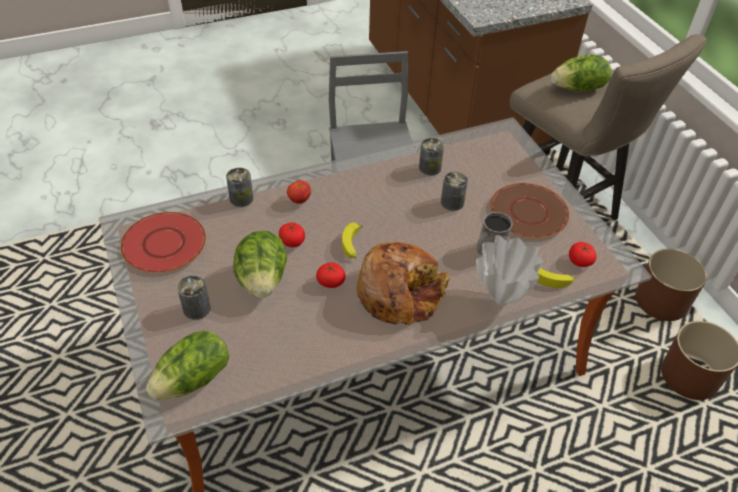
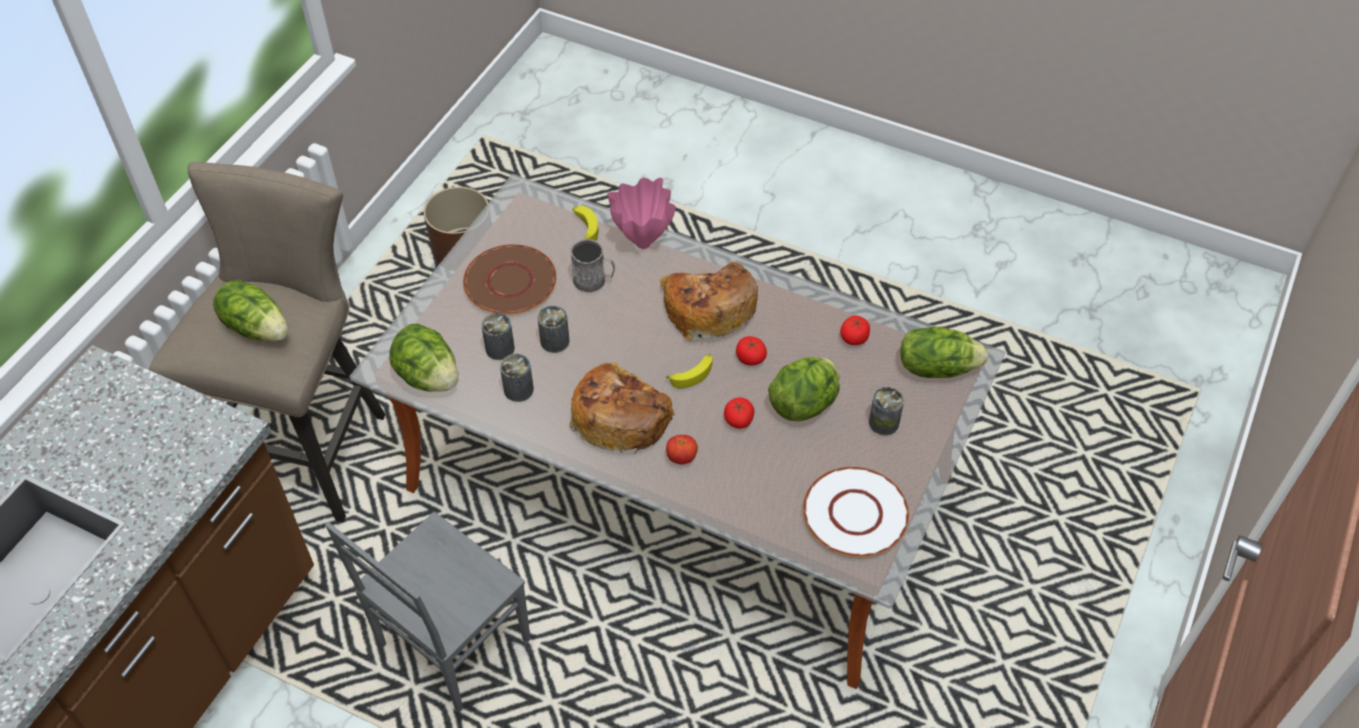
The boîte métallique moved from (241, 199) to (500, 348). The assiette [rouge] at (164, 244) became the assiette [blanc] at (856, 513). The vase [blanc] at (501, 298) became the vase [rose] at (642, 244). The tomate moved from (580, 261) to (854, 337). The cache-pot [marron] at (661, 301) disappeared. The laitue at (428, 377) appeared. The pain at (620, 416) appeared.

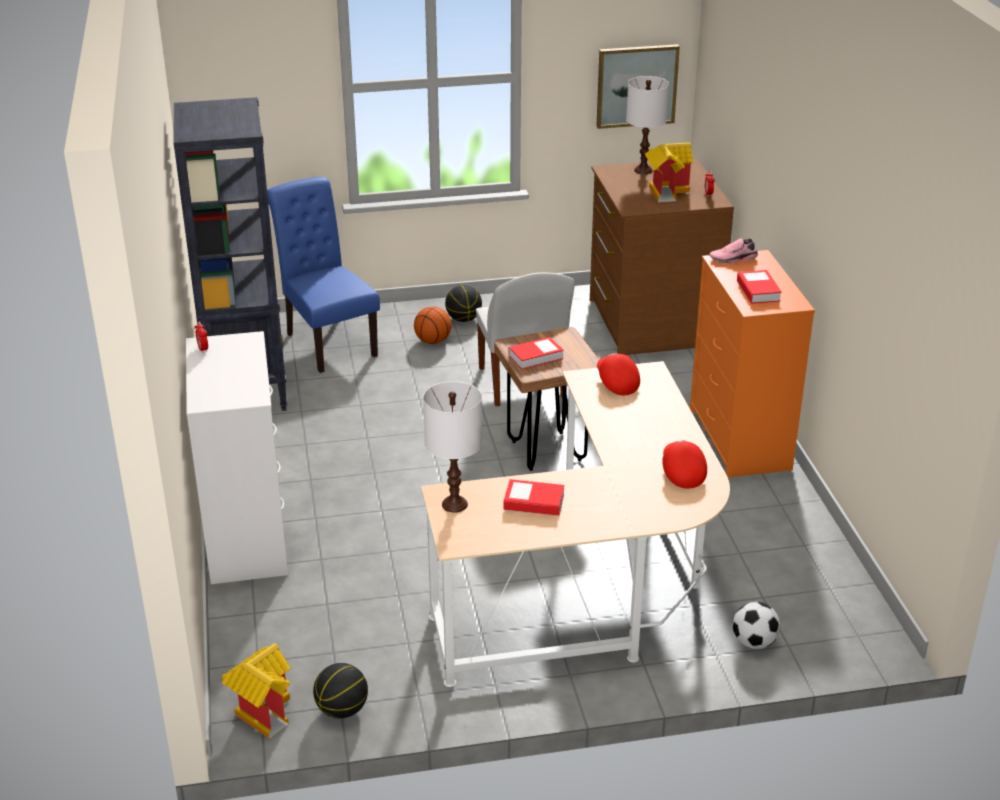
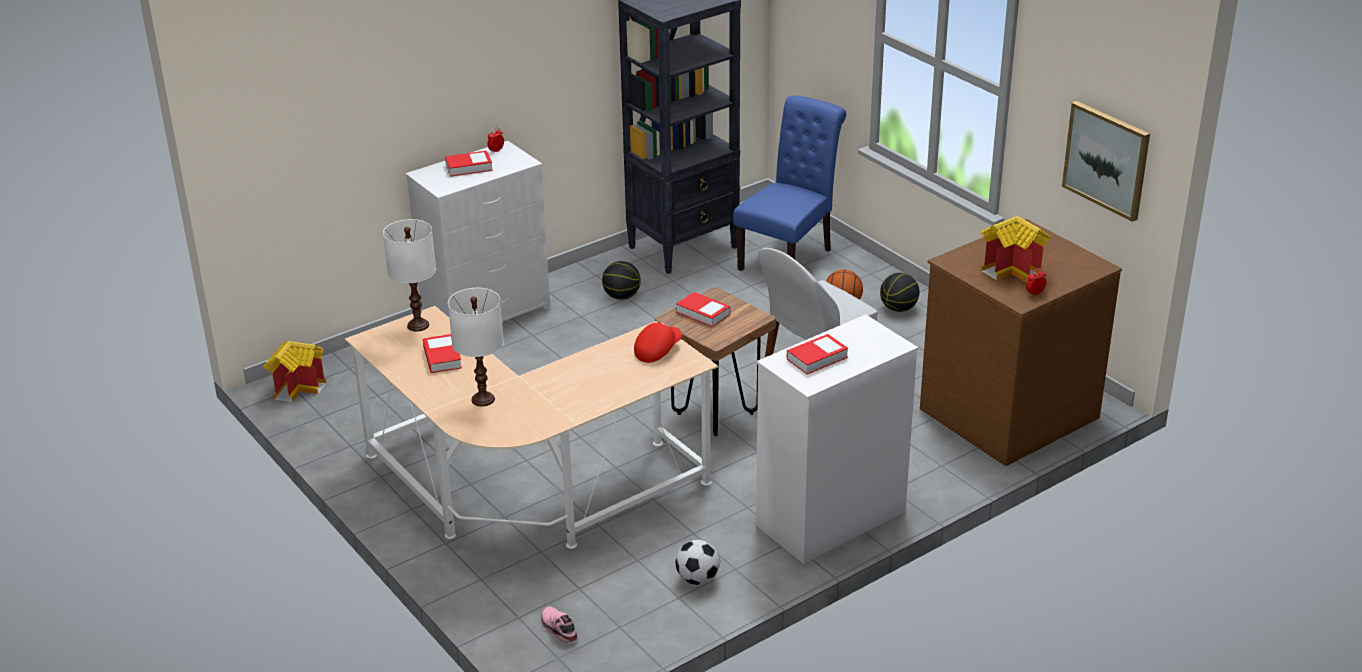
The lampe de table [blanc] moved from (643, 170) to (482, 399). The chaussure [rose] moved from (733, 259) to (558, 629). The commode [orange] at (740, 440) became the commode [blanc] at (830, 519). The casquette [rouge] at (681, 472) disappeared. The ballon de foot moved from (754, 643) to (698, 579). The ballon de basket moved from (341, 710) to (621, 296). The livre at (469, 167) appeared.

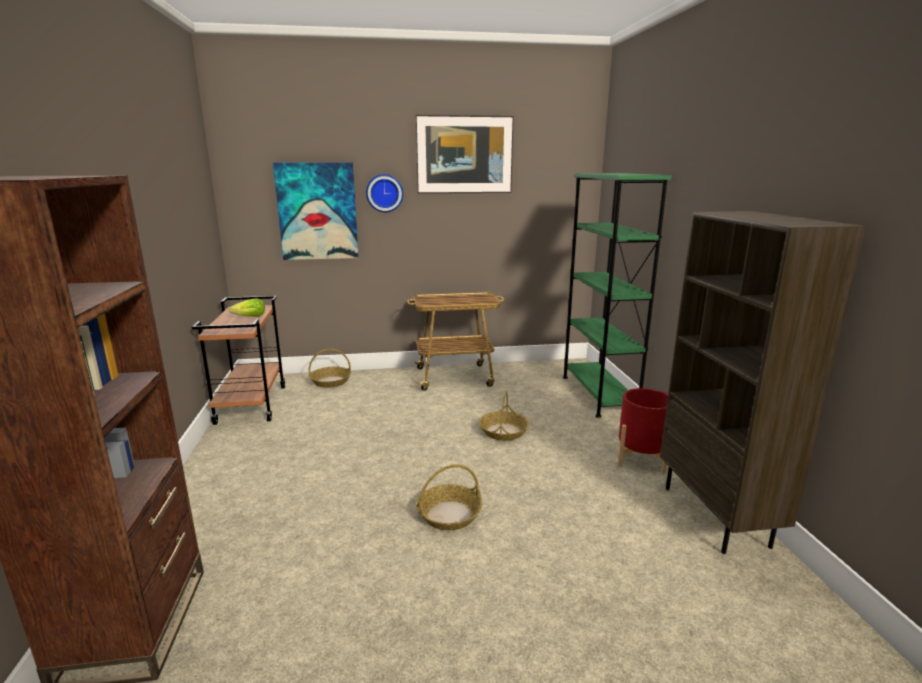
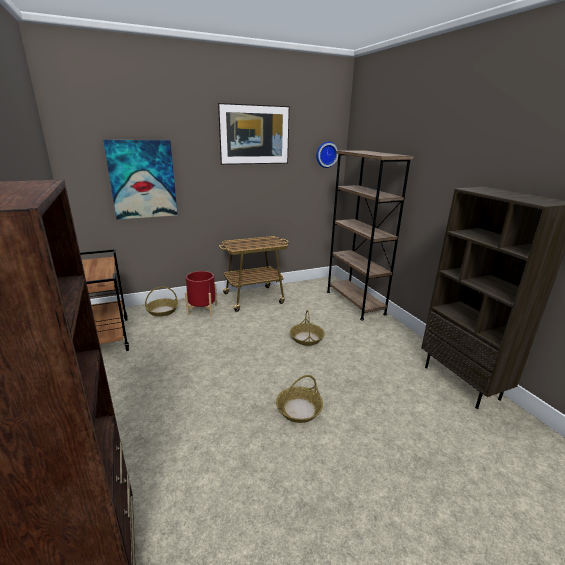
The bibliothèque [vert] at (598, 394) became the bibliothèque [marron] at (355, 302). The horloge murale moved from (384, 193) to (326, 154). The laitue at (250, 317) disappeared. The cache-pot [rouge] moved from (641, 458) to (202, 310).

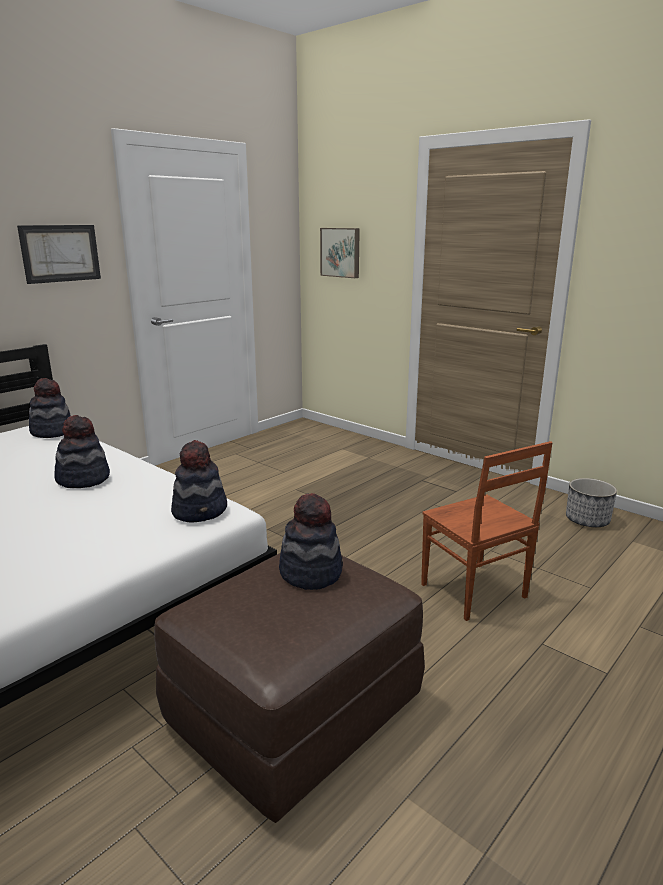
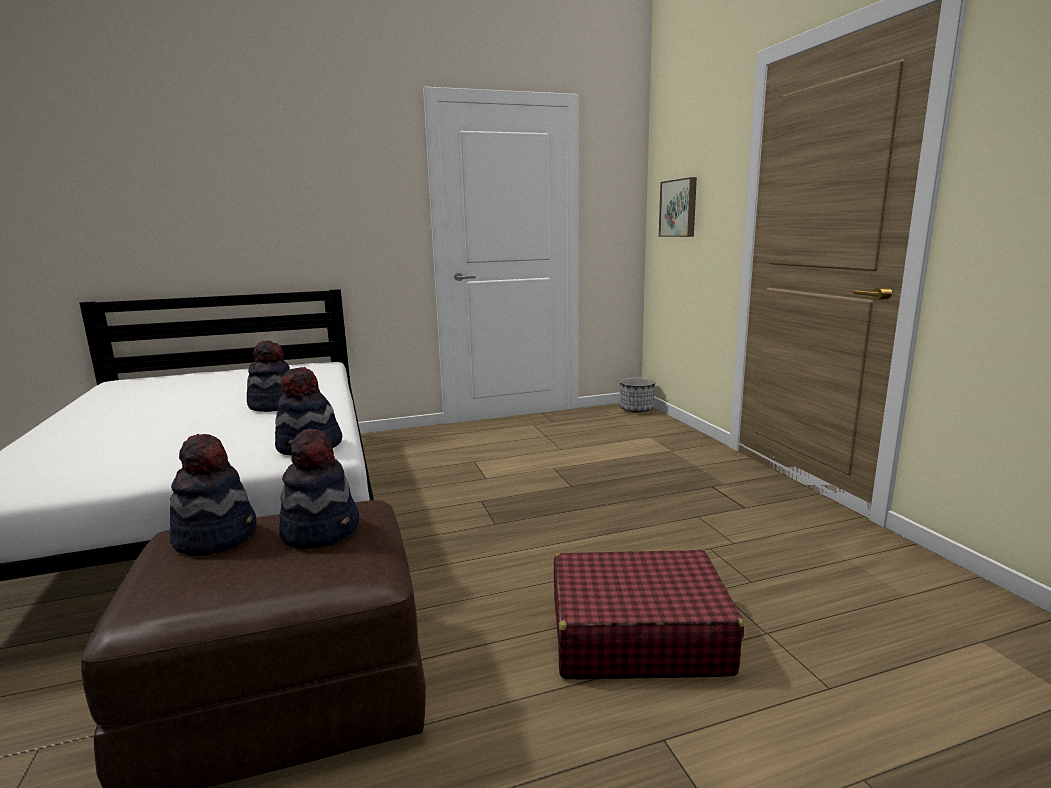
The tableau at (60, 253) disappeared. The chapeau moved from (52, 431) to (216, 536). The chaise [marron] at (473, 592) was replaced by the valise [rouge] at (636, 635). The cache-pot moved from (587, 520) to (636, 409).

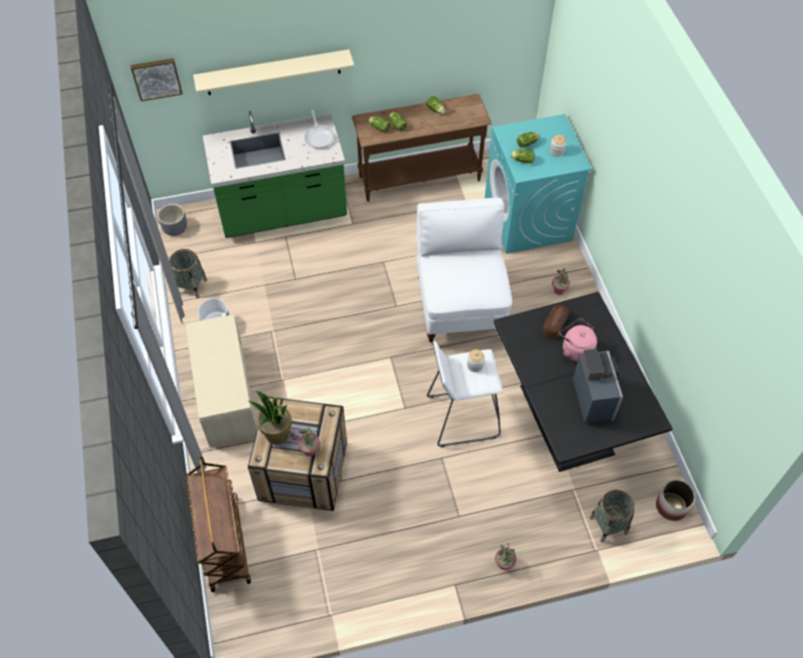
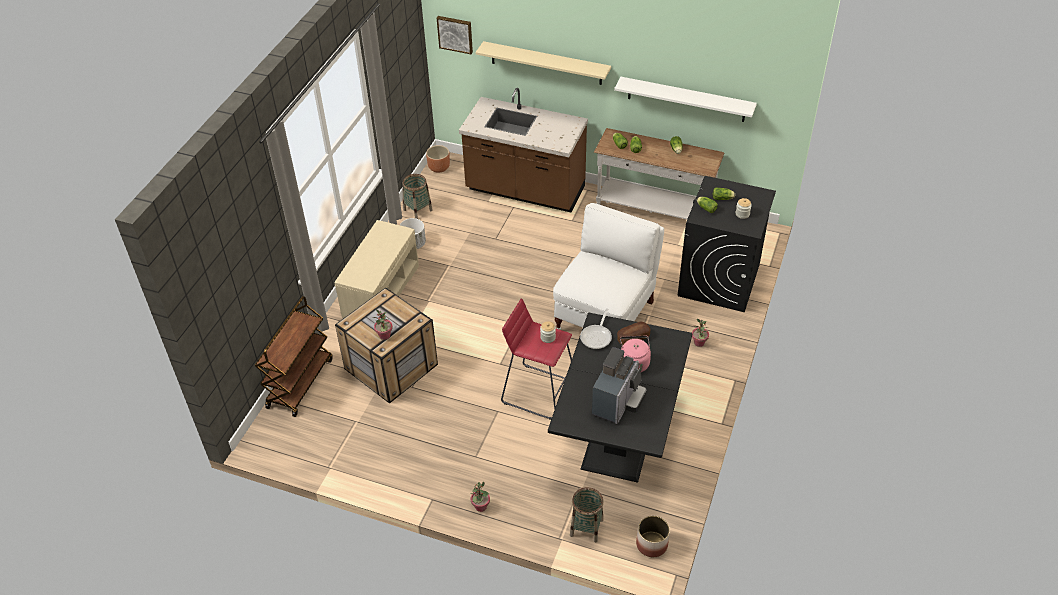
The table console [marron] at (420, 179) became the table console [blanc] at (653, 212). The poêle moved from (319, 137) to (597, 336). The comptoir de cuisine [vert] at (283, 213) became the comptoir de cuisine [marron] at (525, 191). The lave-linge [turquoise] at (528, 220) became the lave-linge [noir] at (719, 280). The cache-pot [gris] at (175, 229) became the cache-pot [marron] at (439, 168). The tabouret [blanc] at (462, 416) became the tabouret [rouge] at (538, 391). The plante en pot at (277, 434) disappeared. The étagère [blanc] at (686, 99) appeared.

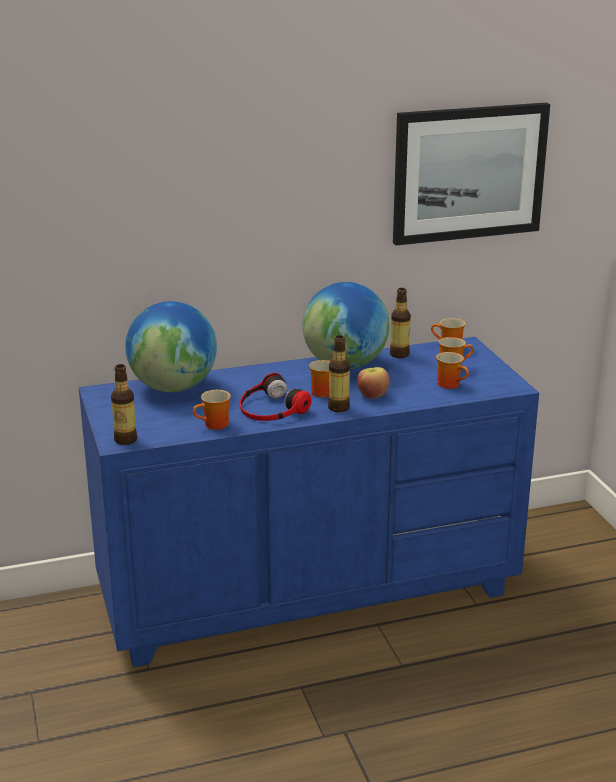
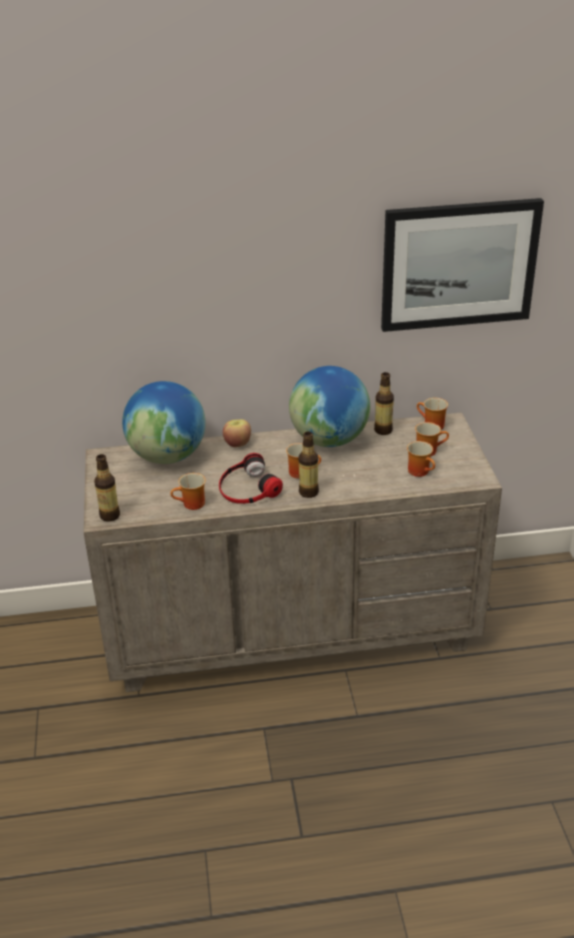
The commode [bleu] at (307, 593) became the commode [beige] at (291, 630). The pomme moved from (372, 395) to (237, 443).

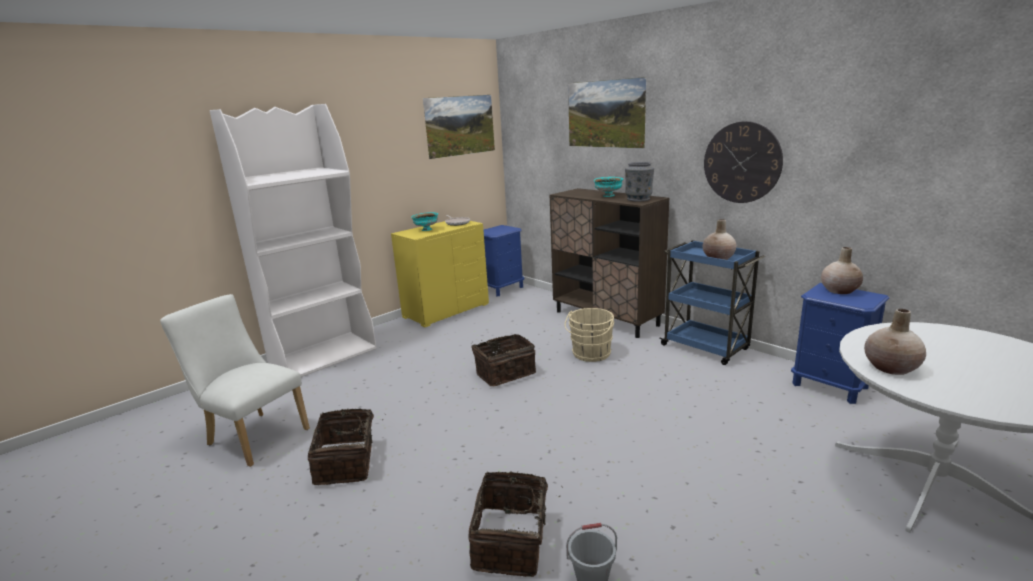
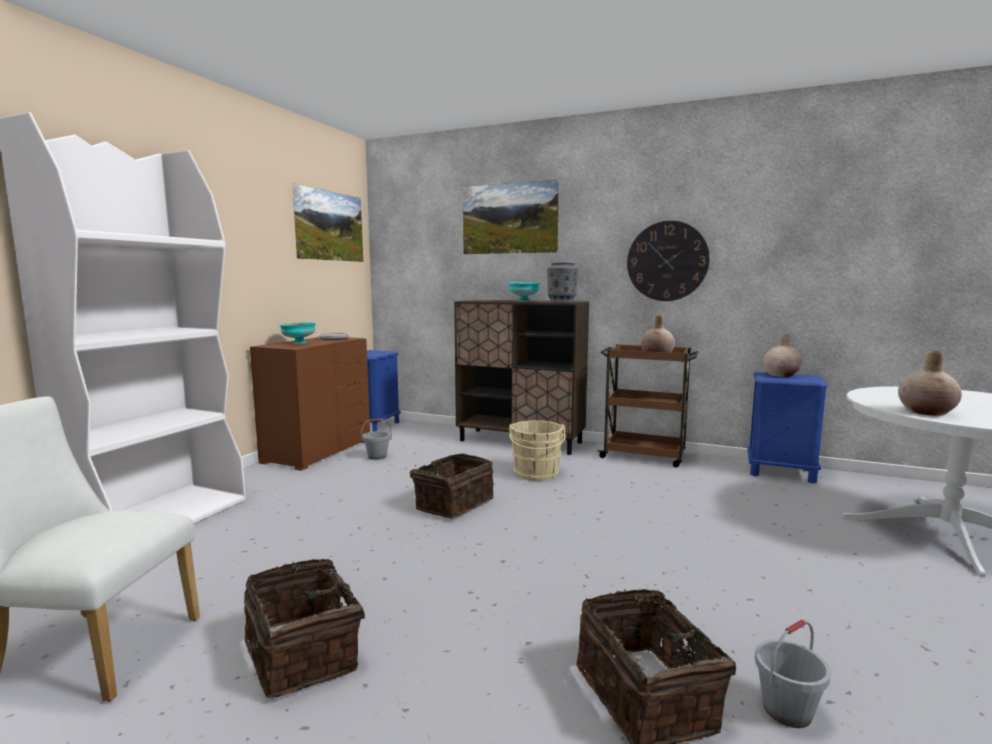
The commode [jaune] at (446, 310) became the commode [marron] at (317, 451). The chariot [bleu] at (706, 348) became the chariot [marron] at (644, 456). The seau [gris] at (377, 456) appeared.

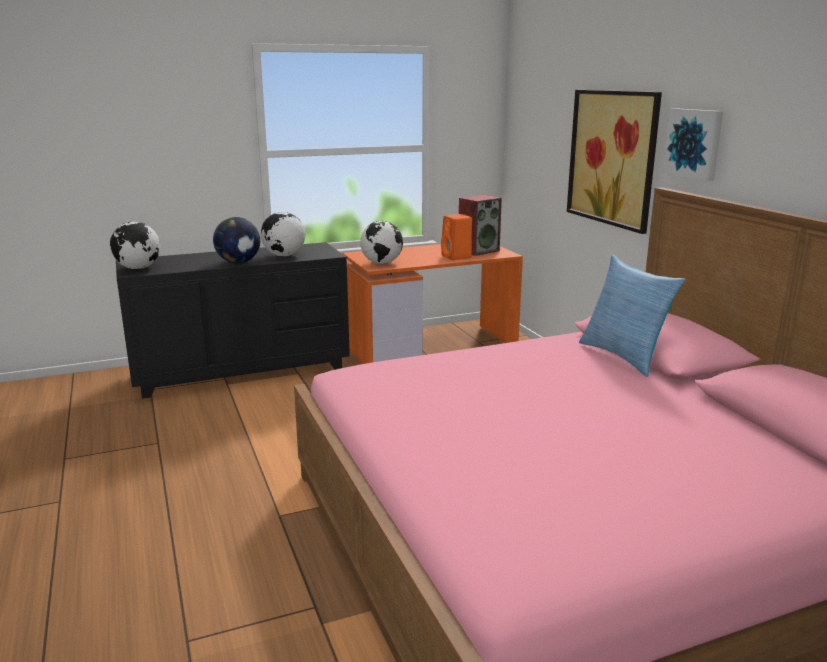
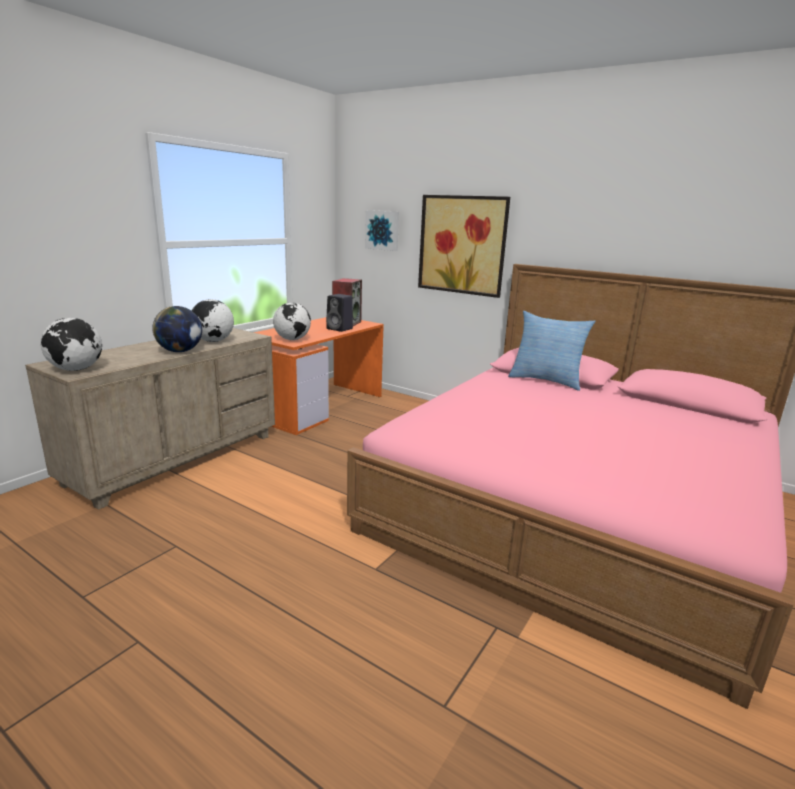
The tableau moved from (694, 143) to (382, 230). The enceinte [orange] at (457, 257) became the enceinte [noir] at (340, 329). The commode [noir] at (241, 371) became the commode [beige] at (176, 459).

